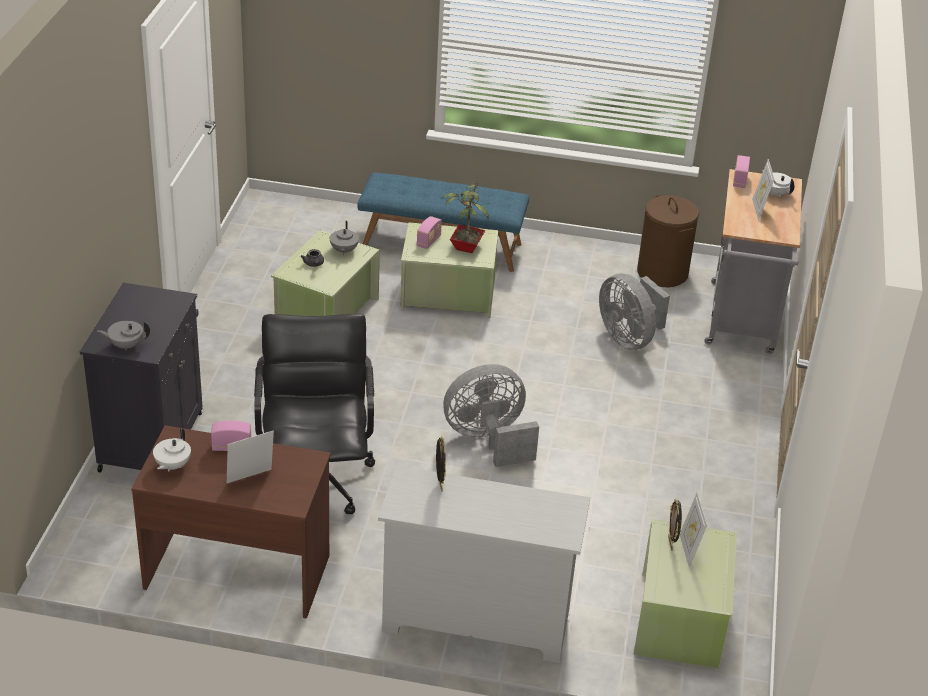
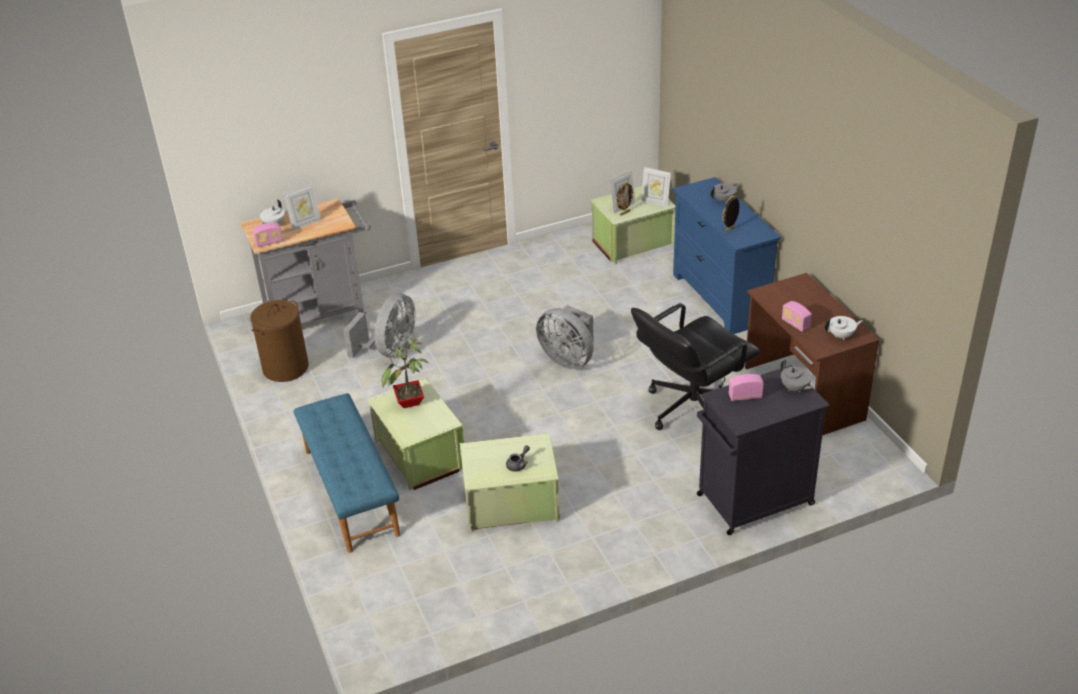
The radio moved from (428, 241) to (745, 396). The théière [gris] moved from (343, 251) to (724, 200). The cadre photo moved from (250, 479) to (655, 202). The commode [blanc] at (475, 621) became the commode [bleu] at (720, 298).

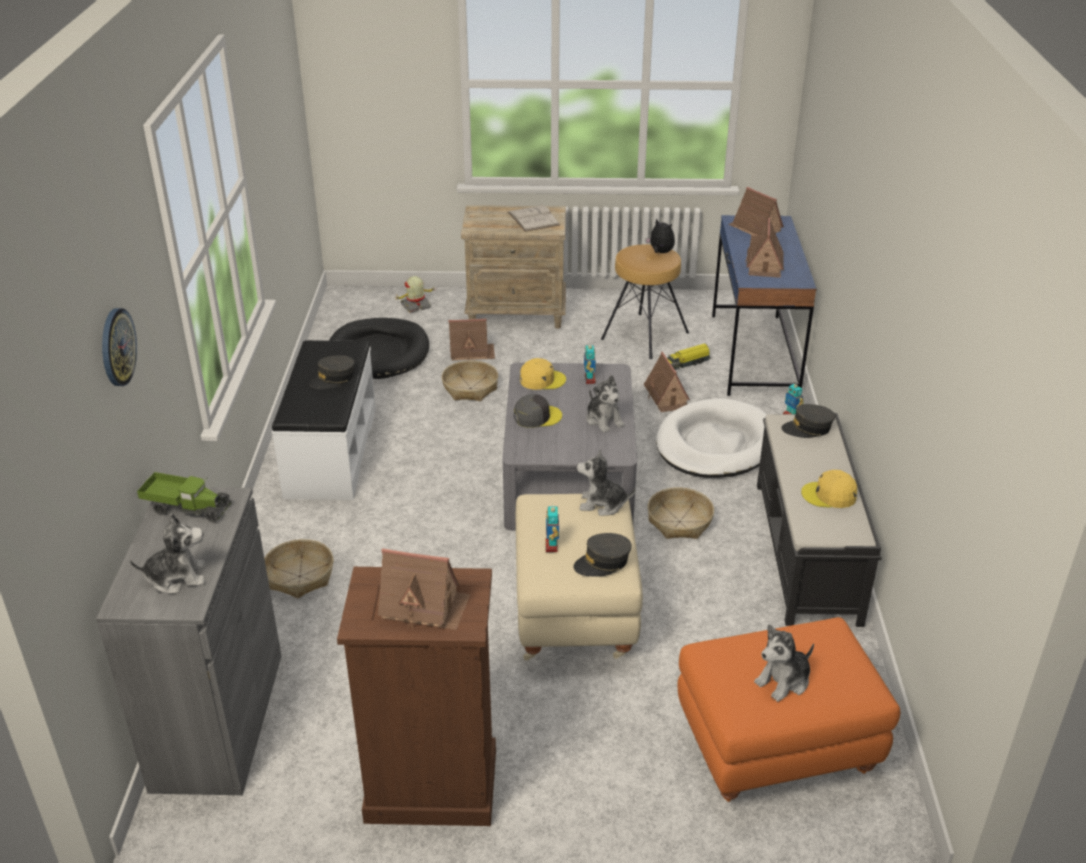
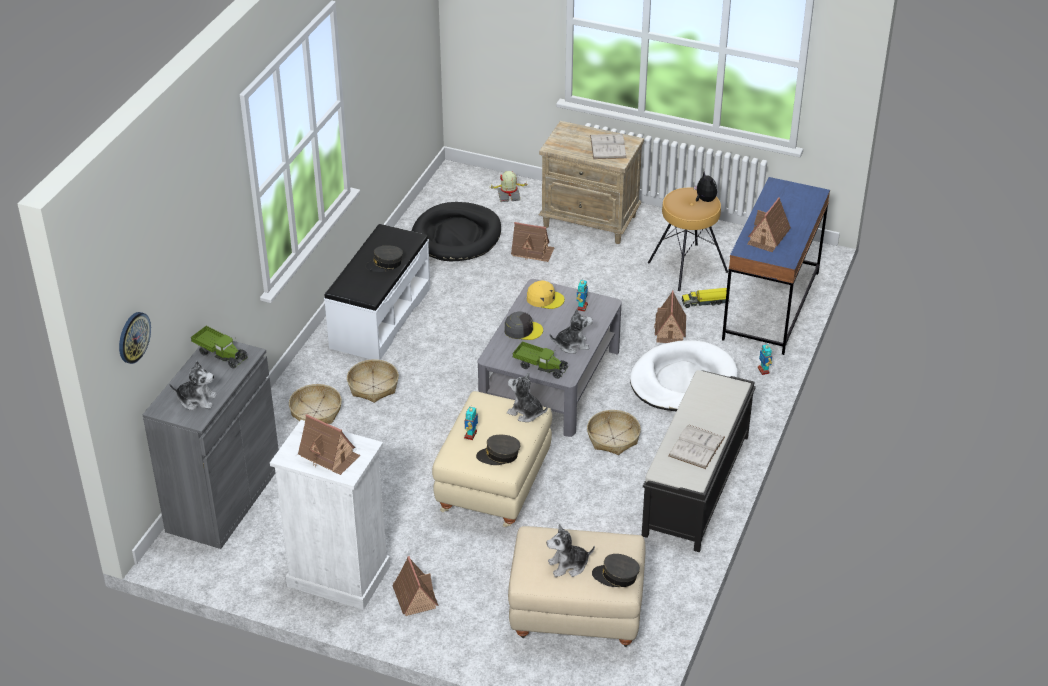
The maison miniature moved from (755, 228) to (414, 596). The horloge murale moved from (117, 347) to (133, 337). The panier moved from (470, 388) to (373, 387). The peluche at (604, 420) turned 90 degrees counterclockwise. The casquette [gris] moved from (808, 428) to (616, 576). The casquette [jaune] at (829, 495) was replaced by the livre [blanc] at (696, 446). The commode [marron] at (430, 786) became the commode [blanc] at (338, 576). The pouf [orange] at (775, 752) became the pouf [beige] at (575, 617). The camion jouet at (540, 366) appeared.

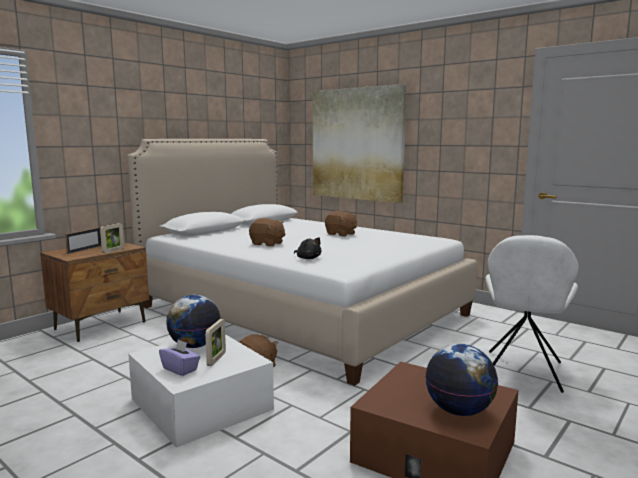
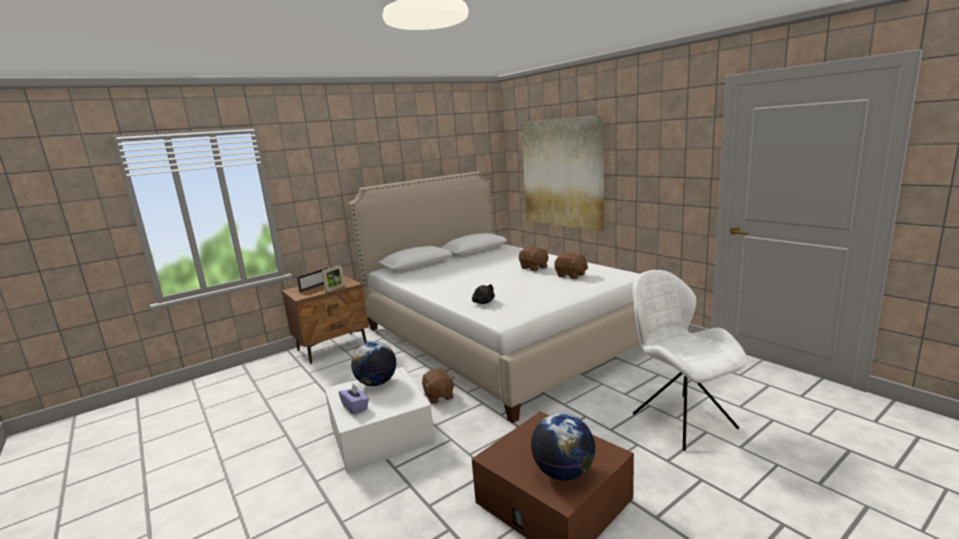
The peluche [marron] moved from (267, 244) to (571, 275). The chaise [blanc] at (522, 372) turned 120 degrees clockwise. The cadre photo at (216, 359) disappeared.

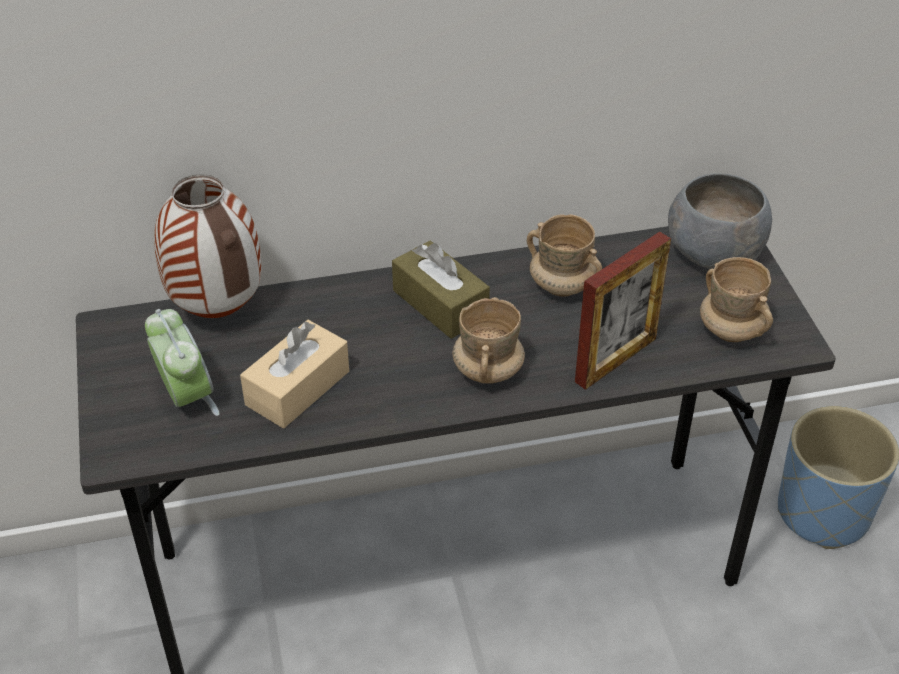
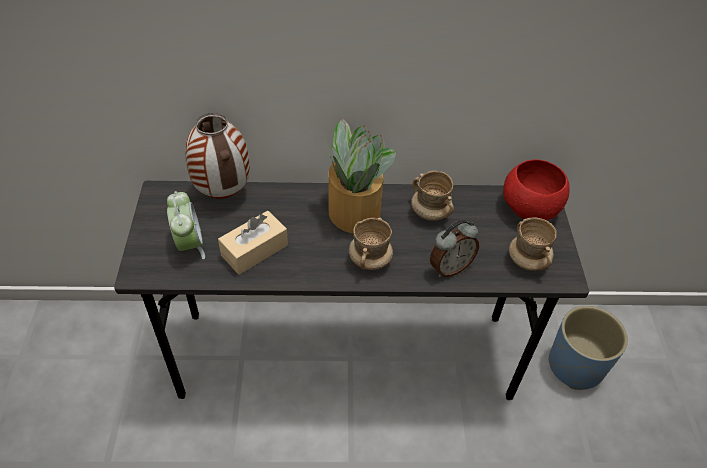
The bol [gris] at (714, 252) became the bol [rouge] at (530, 207). The cadre photo at (615, 360) was replaced by the réveil at (449, 267). The boîte à mouchoirs [marron] at (440, 303) was replaced by the plante en pot at (353, 211).

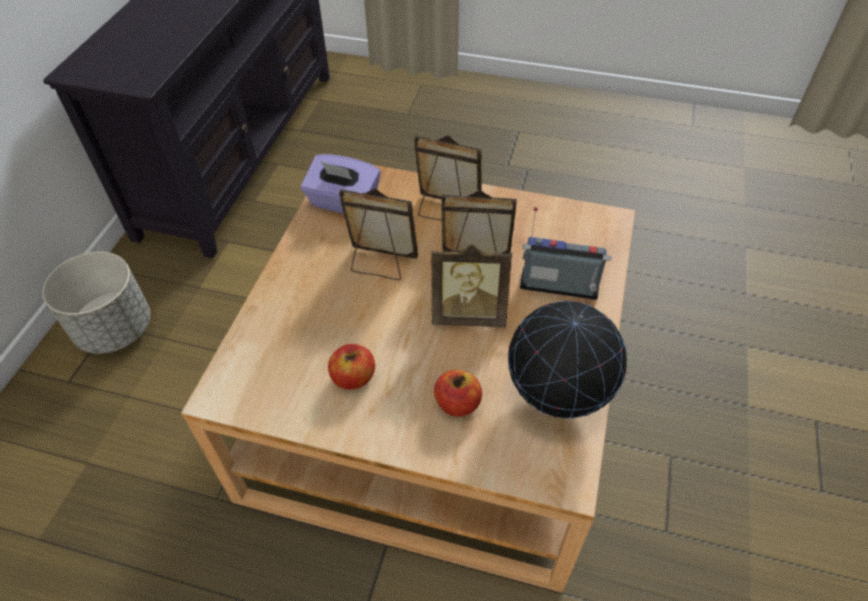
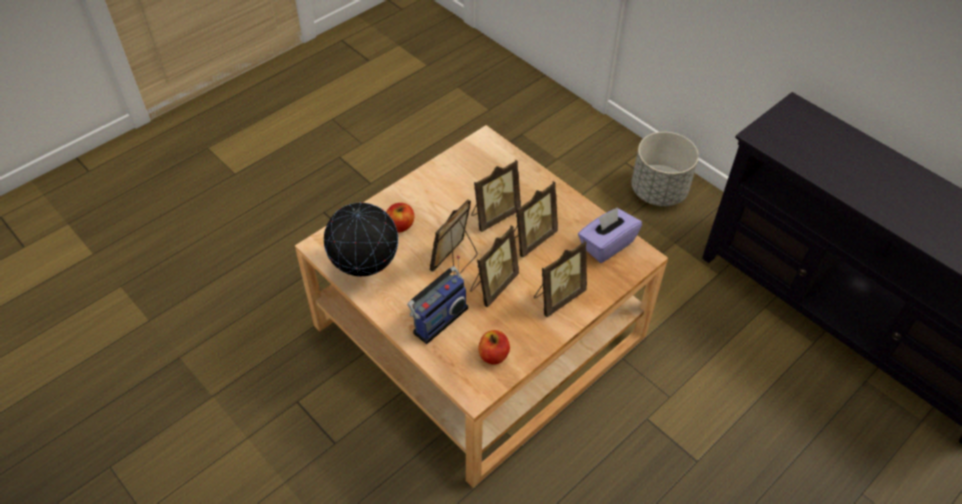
The pomme moved from (353, 377) to (493, 355). The cadre photo at (493, 215) appeared.

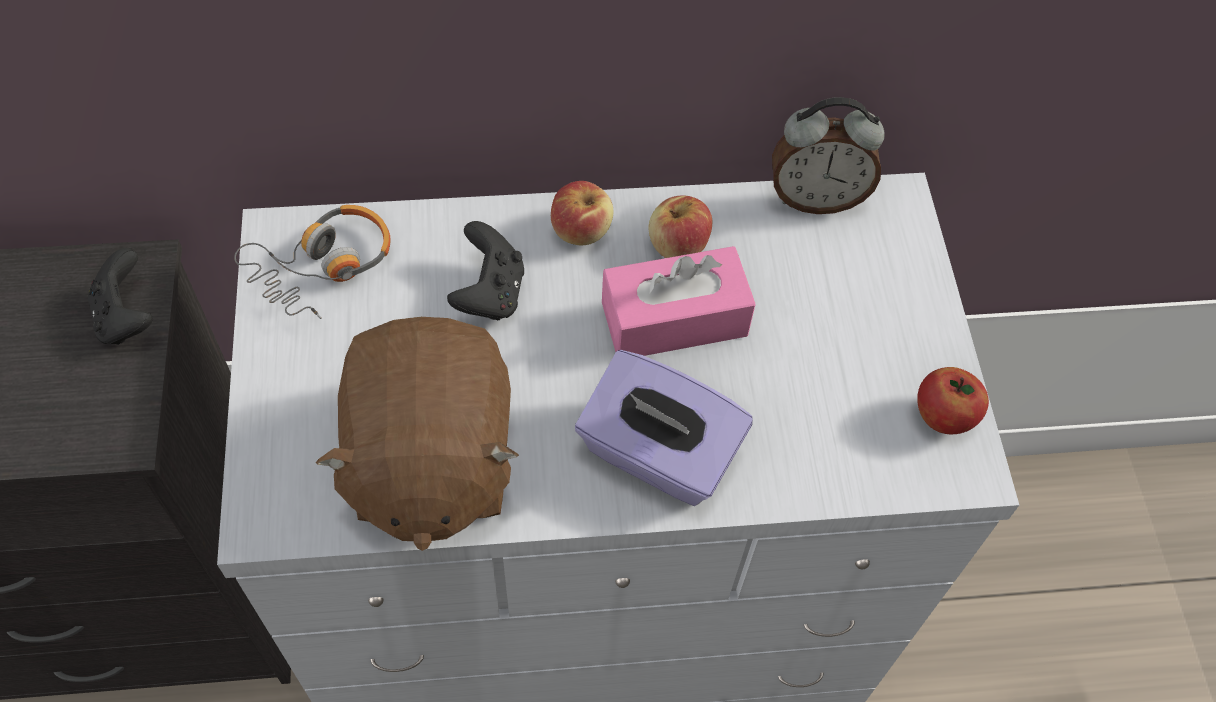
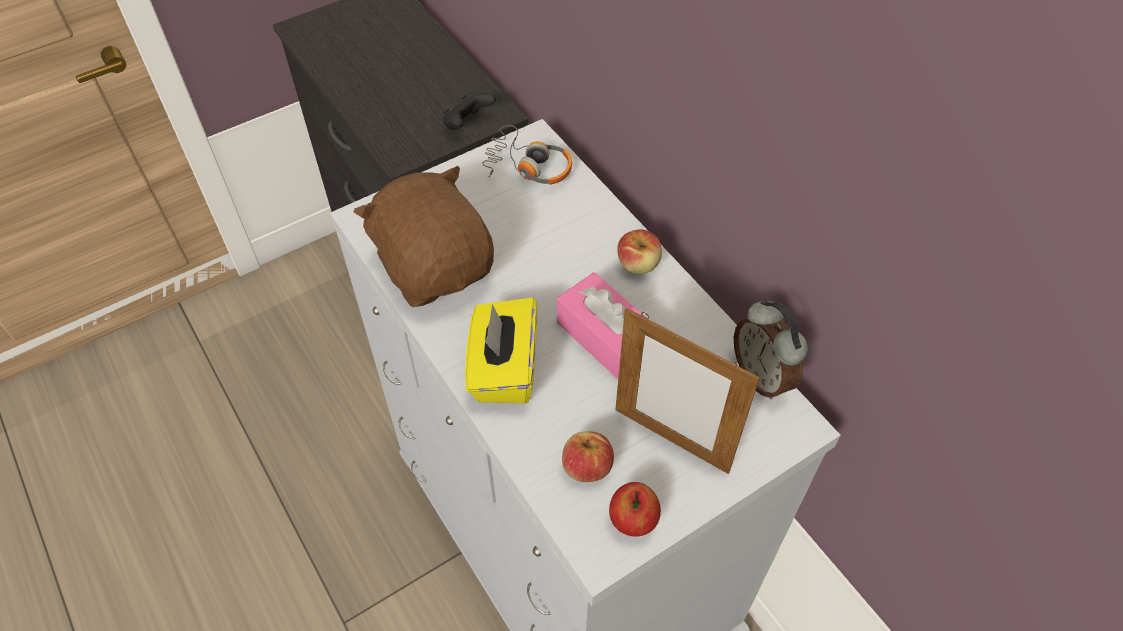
The pomme moved from (678, 245) to (586, 467). The manette [noir] at (490, 293) disappeared. The peluche [marron] at (429, 461) turned 90 degrees clockwise. The boîte à mouchoirs [violet] at (658, 454) became the boîte à mouchoirs [jaune] at (504, 369). The cadre photo at (671, 440) appeared.

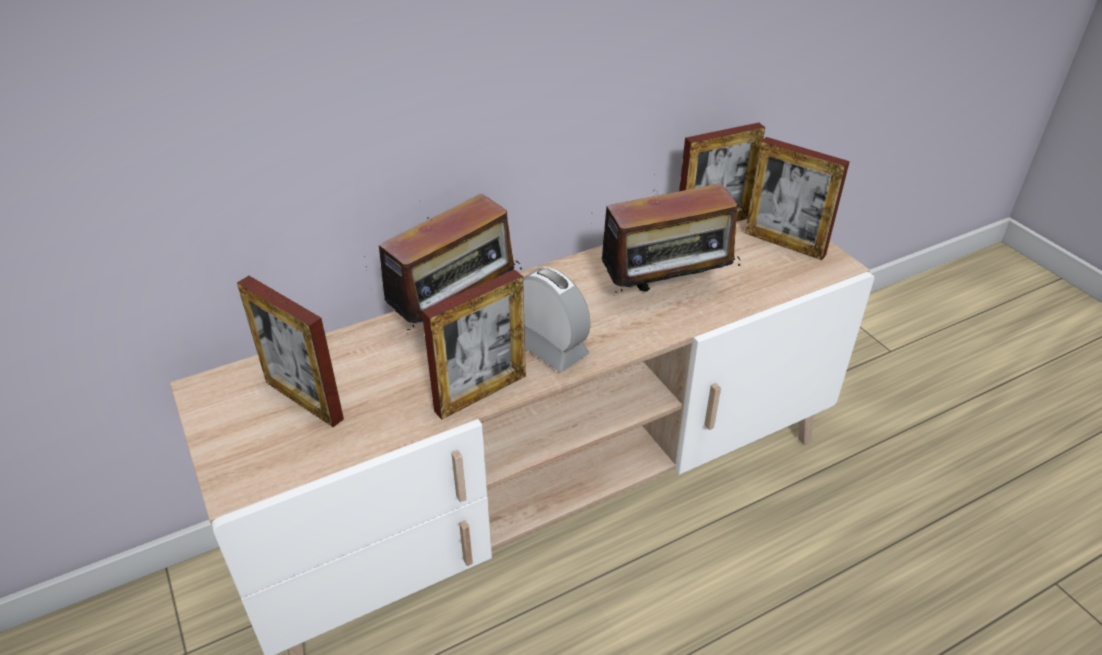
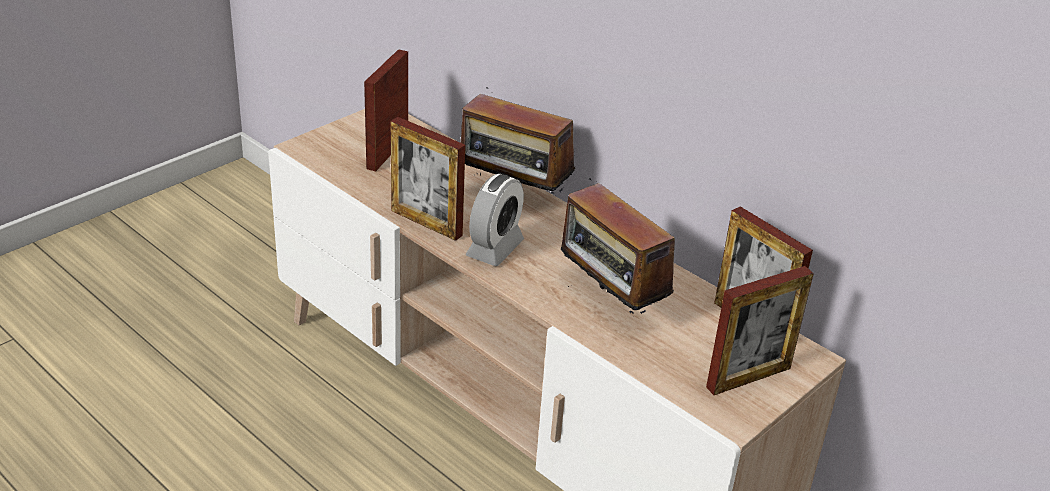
The cadre photo at (784, 243) turned 135 degrees counterclockwise.

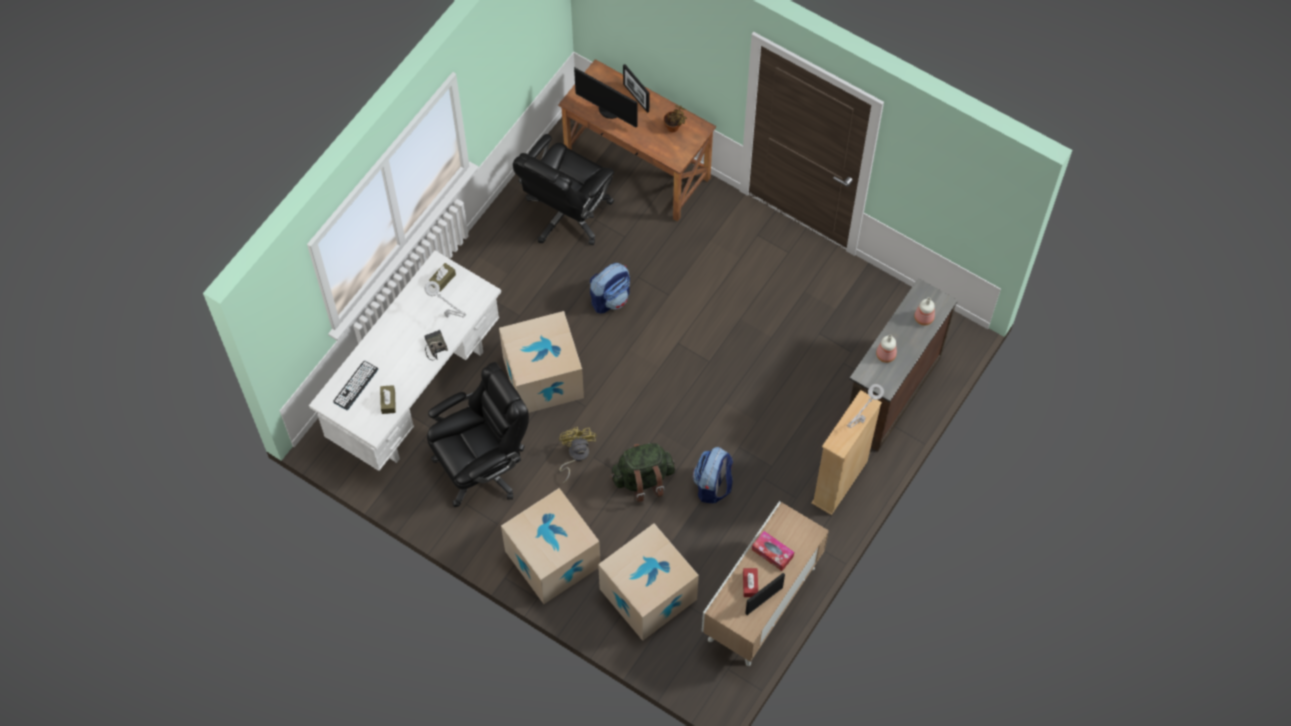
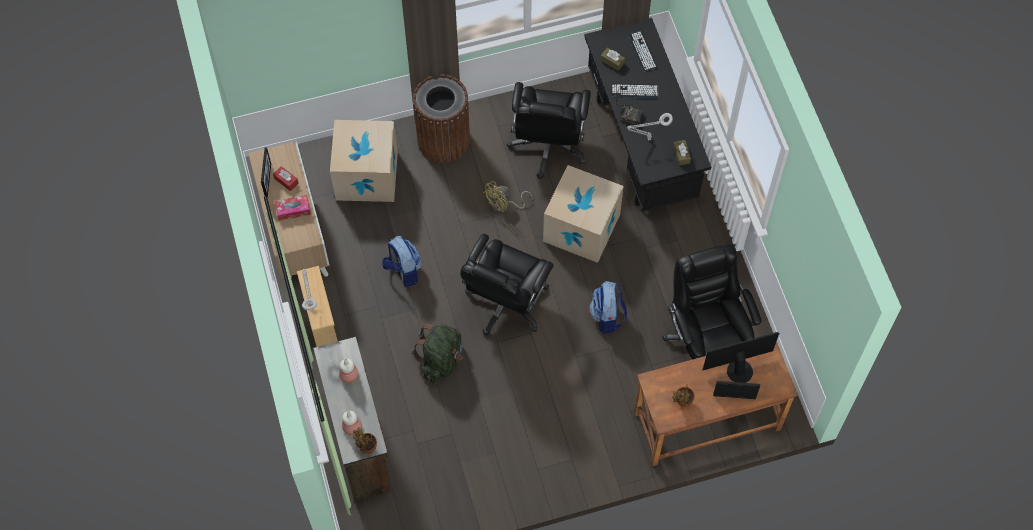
The bureau [blanc] at (416, 390) became the bureau [noir] at (641, 146). The ventilateur [jaune] at (575, 455) turned 105 degrees clockwise. The sac à dos [vert] moved from (643, 479) to (441, 360). The carton at (552, 559) was replaced by the poubelle [marron] at (443, 140). The clavier at (634, 91) appeared. The chaise de bureau [noir] at (506, 303) appeared. The plante en pot at (366, 447) appeared.

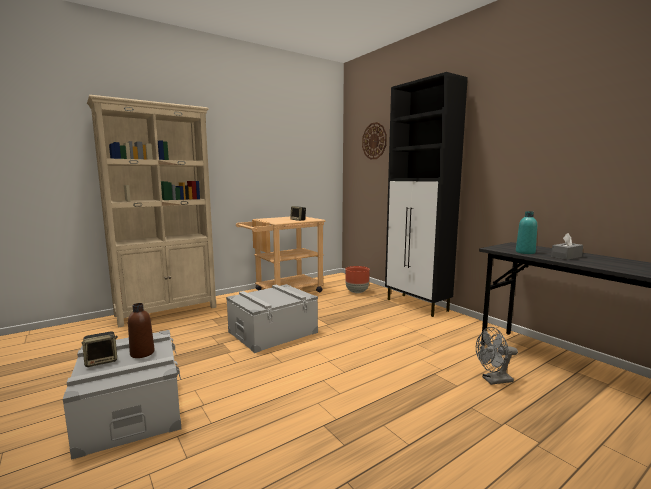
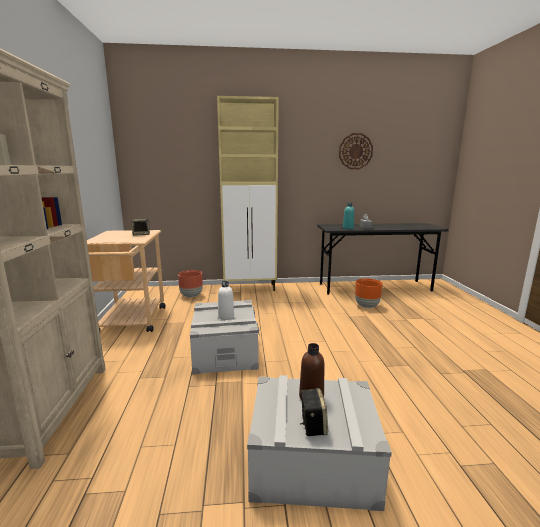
The meuble de rangement [noir] at (417, 305) became the meuble de rangement [beige] at (250, 288). The horloge murale moved from (374, 141) to (355, 151). The ventilateur [gris] at (493, 380) was replaced by the cache-pot [orange] at (367, 306). The bouteille [blanc] at (226, 316) appeared.

